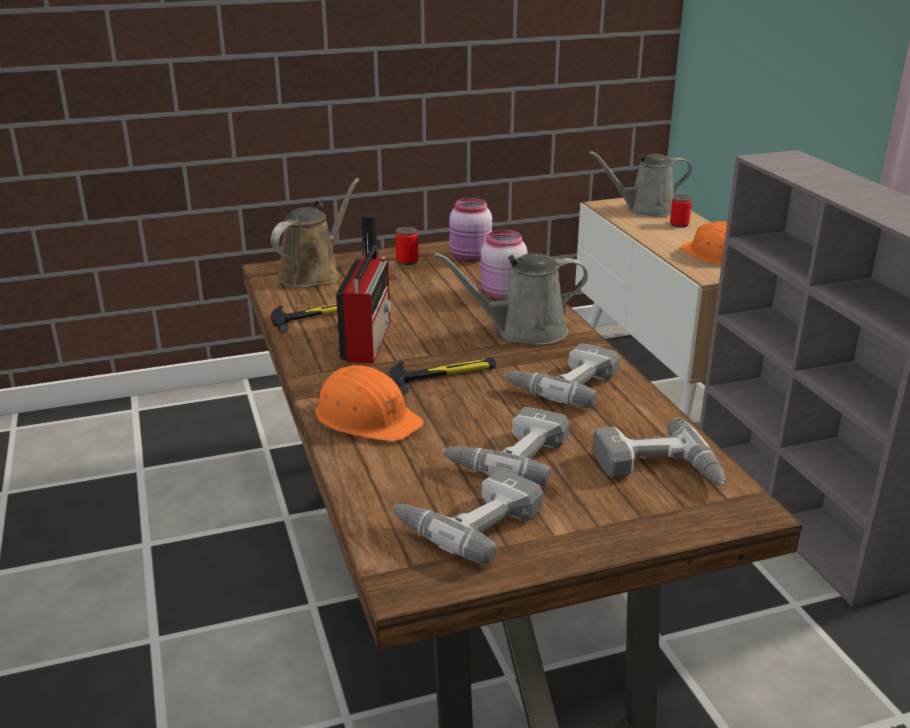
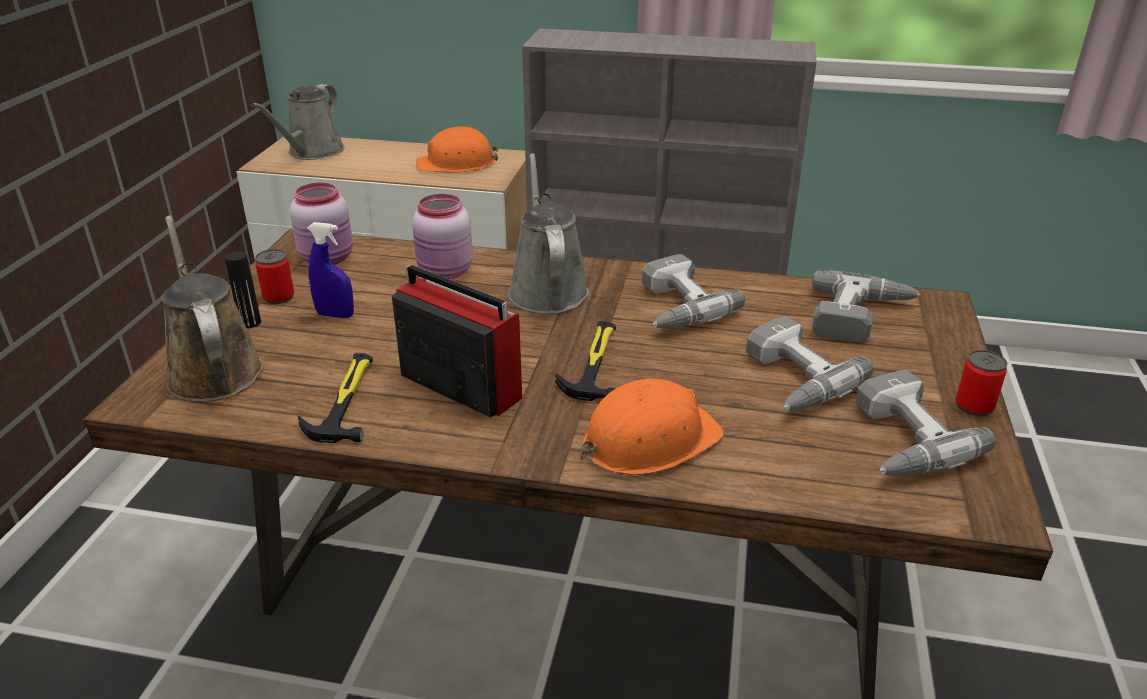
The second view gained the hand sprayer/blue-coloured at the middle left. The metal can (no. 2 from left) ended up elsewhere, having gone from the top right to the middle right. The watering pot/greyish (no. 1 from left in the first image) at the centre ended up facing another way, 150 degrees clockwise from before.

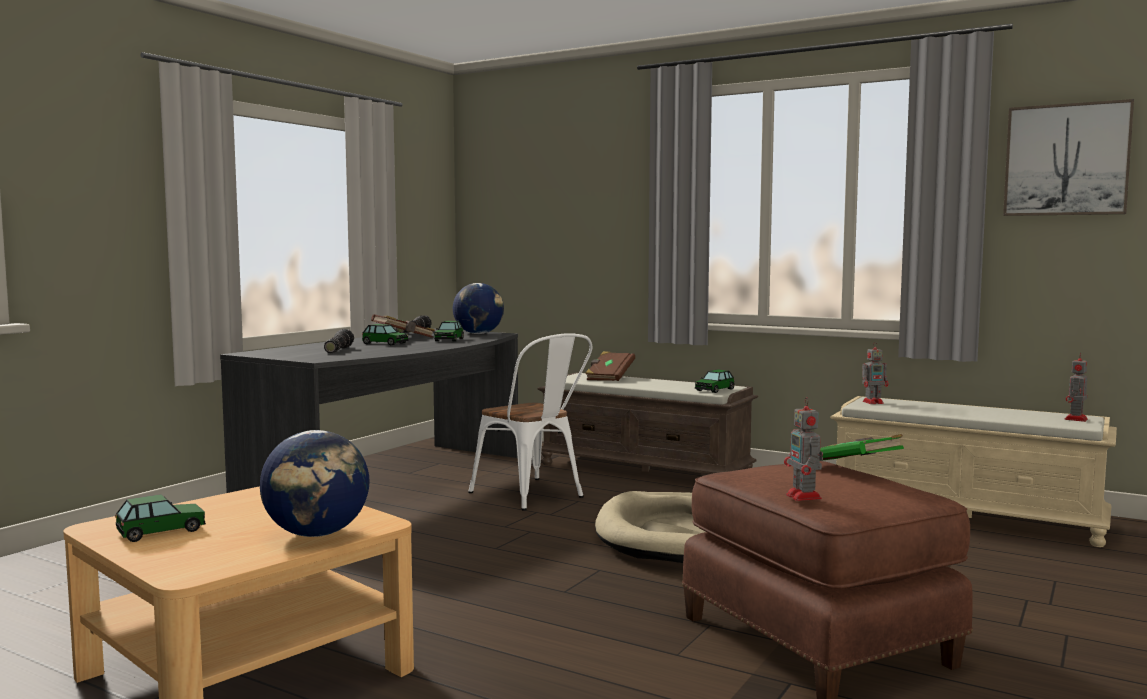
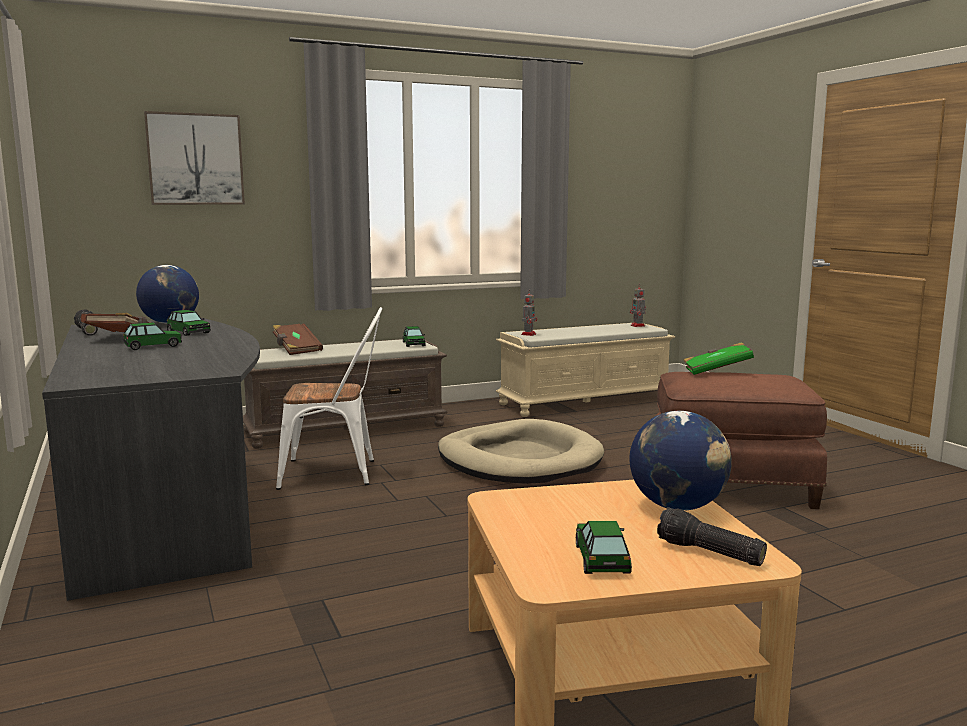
The second view lost the robot figure (no. 1 from left) at the middle right. The torch (no. 1 from left in the first image) ended up elsewhere, having gone from the middle left to the bottom right. The picture ended up elsewhere, having gone from the top right to the top left.

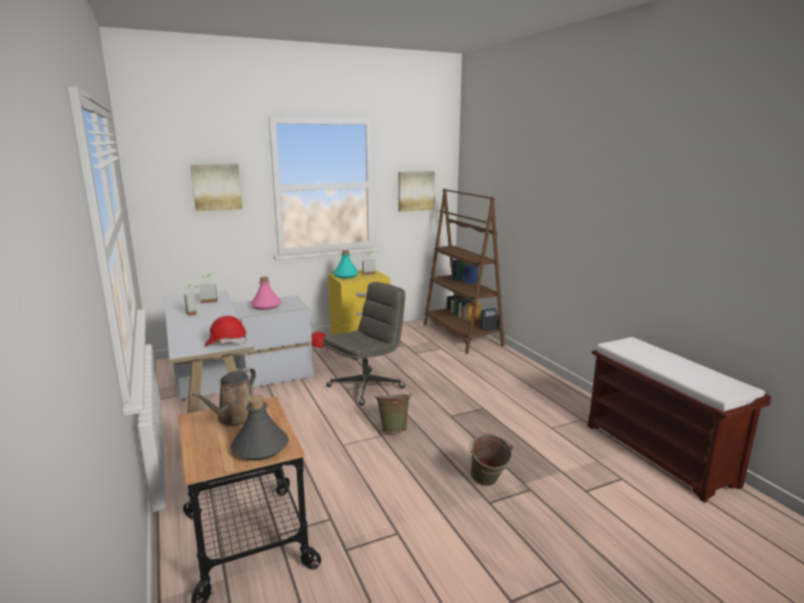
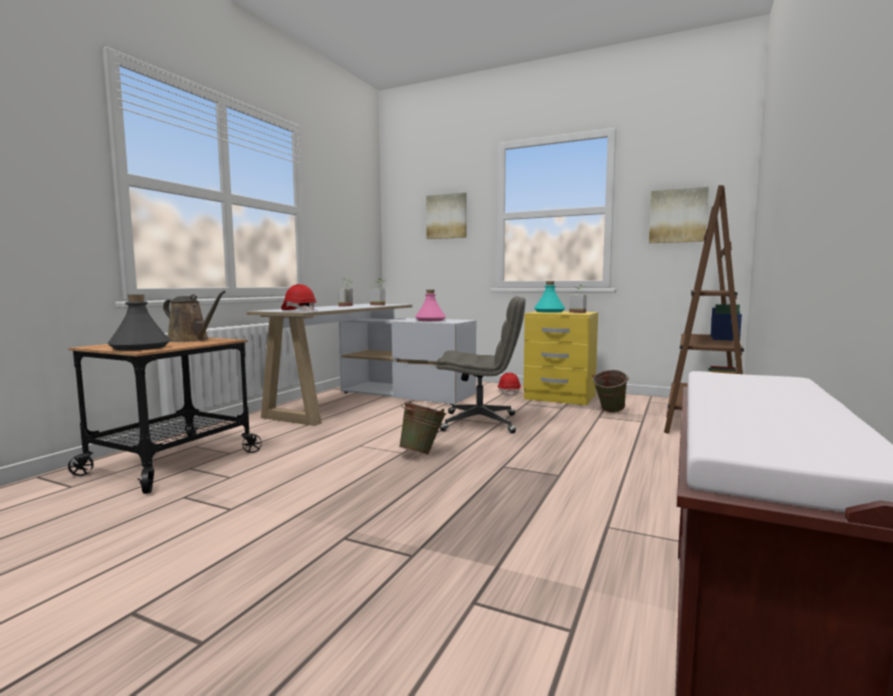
The pail/green-coloured (no. 2 from left) ended up elsewhere, having gone from the bottom centre to the middle right. The watering pot/brownish at the middle left ended up facing another way, 135 degrees counterclockwise from before.

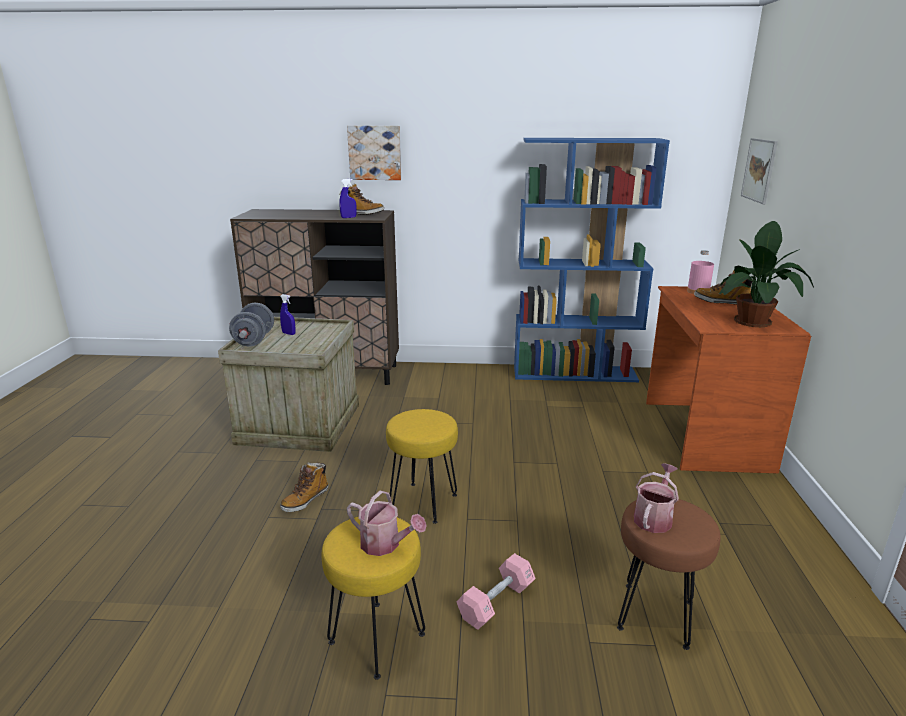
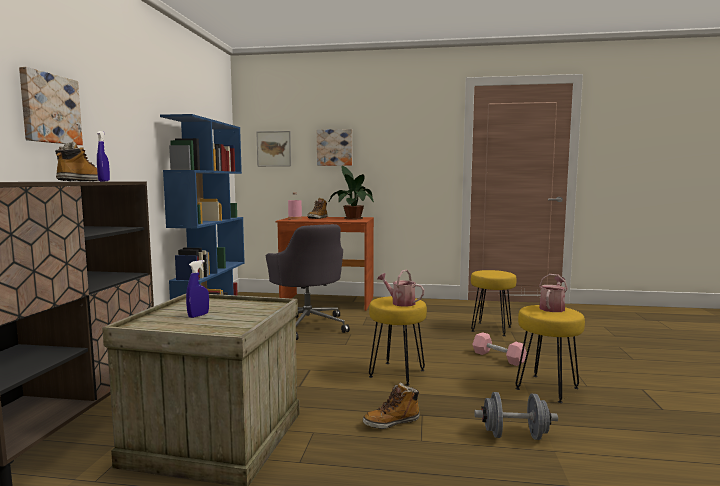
The second view gained the computer chair/greyish at the centre. The second view gained the picture (no. 3 from left) at the top centre. The free weight/greyish ended up elsewhere, having gone from the middle left to the bottom right. The watering pot (no. 2 from left in the first image) ended up elsewhere, having gone from the bottom right to the centre. What was the stool/brownish at the bottom right turned into the stool/yellow (no. 2 from left) at the middle right. The tall boot (no. 1 from left in the first image) at the bottom centre ended up facing another way, 120 degrees clockwise from before.

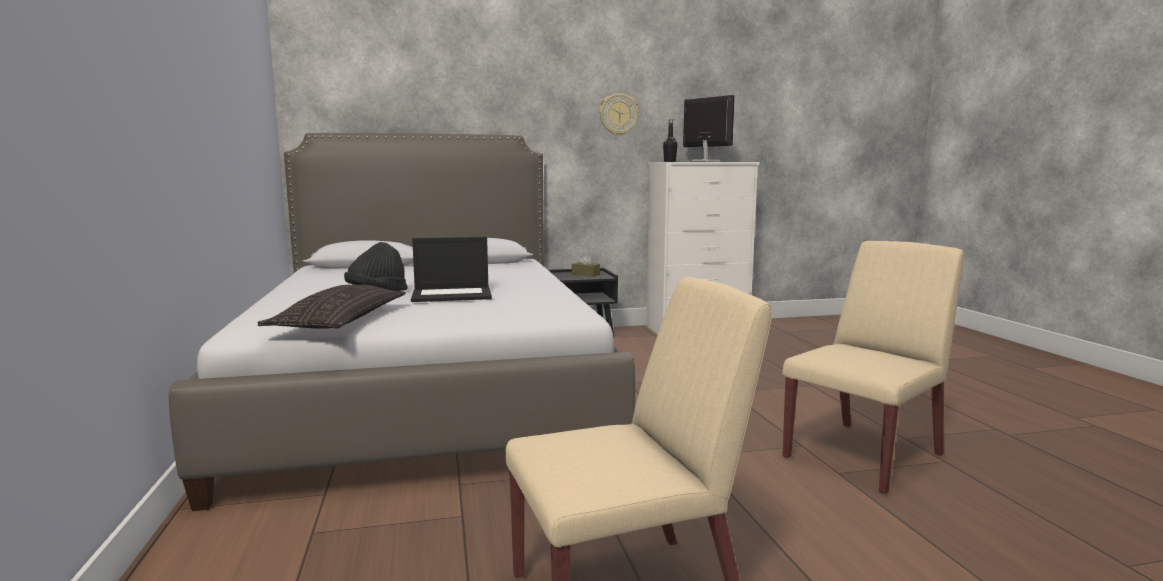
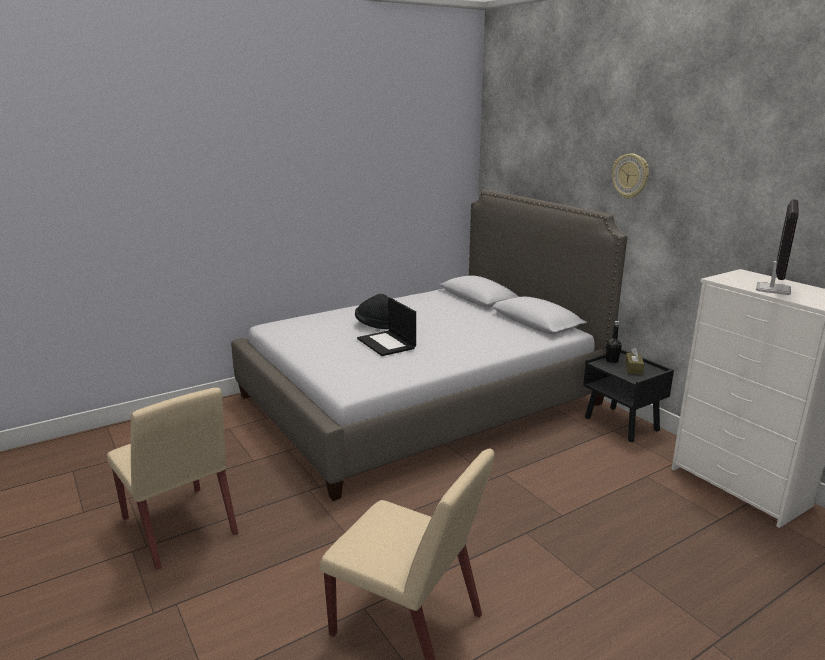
The second view lost the cushion at the middle left. The clock on the wall ended up elsewhere, having gone from the top centre to the top right. The drink bottle/black ended up elsewhere, having gone from the top centre to the middle right.

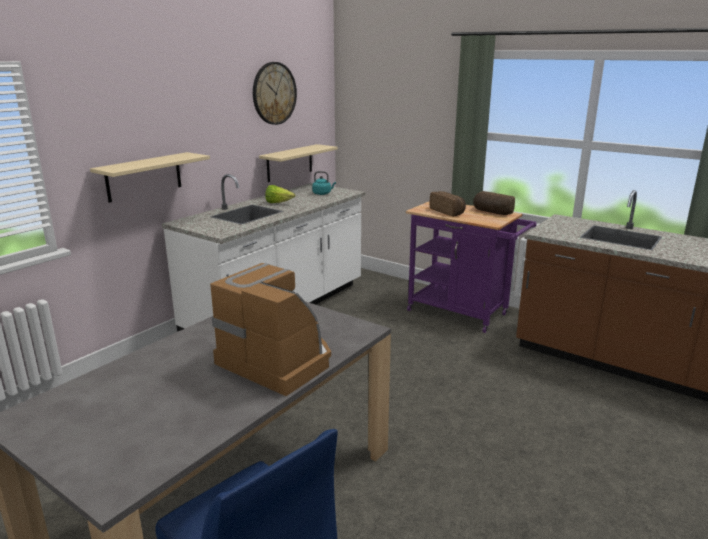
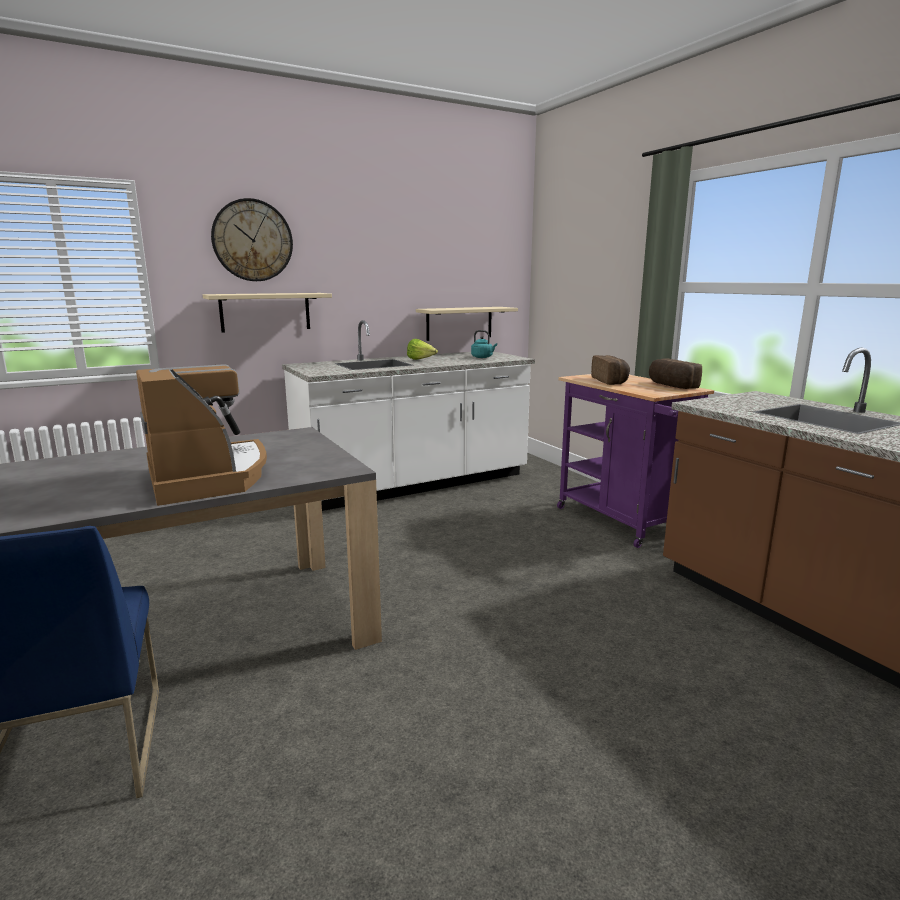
The clock on the wall ended up elsewhere, having gone from the top centre to the top left.

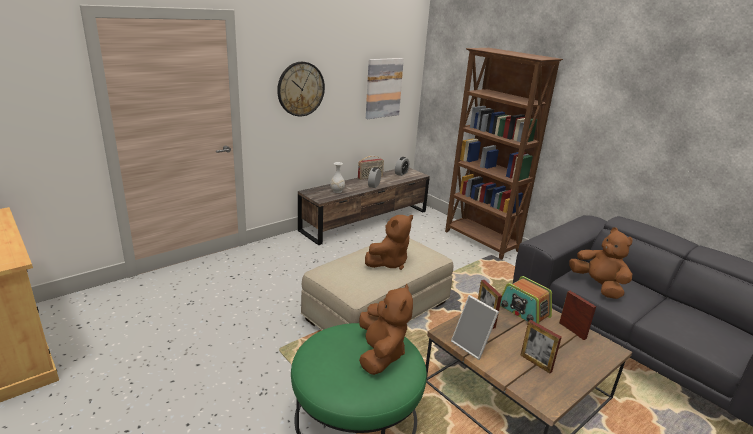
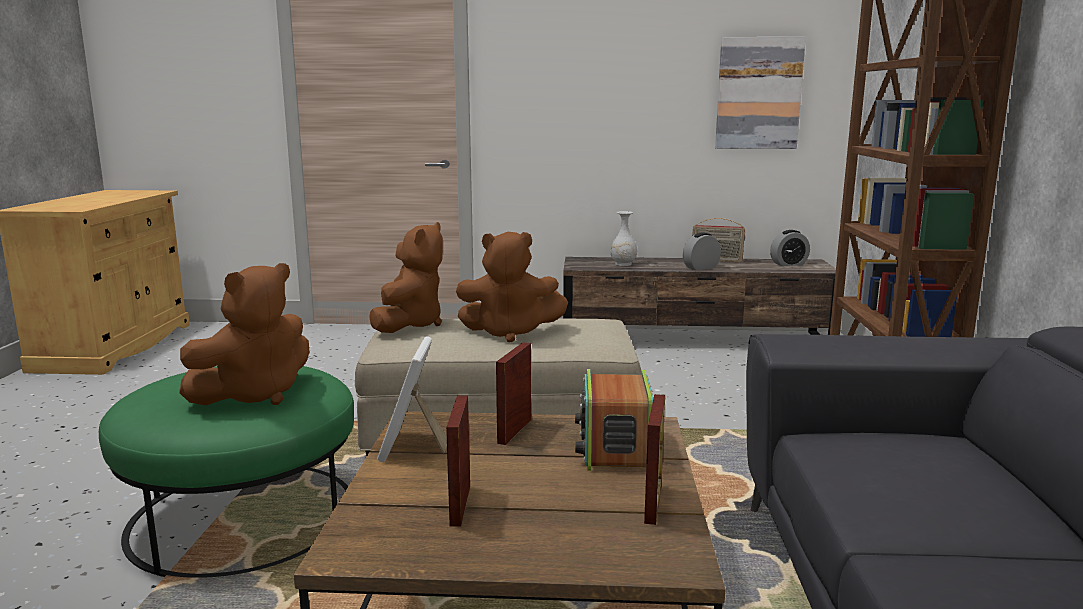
The second view lost the clock on the wall at the top centre. The plush toy/brownish (no. 3 from left in the first image) ended up elsewhere, having gone from the middle right to the centre.

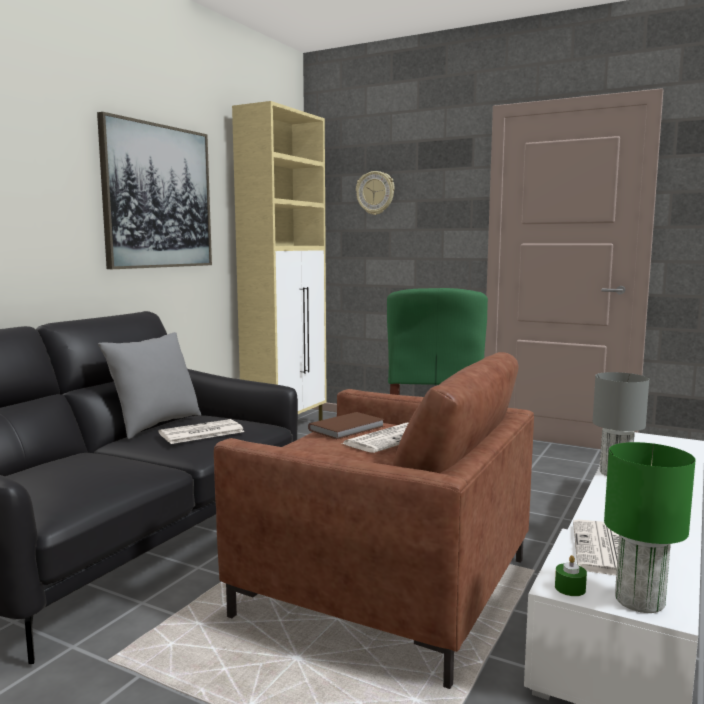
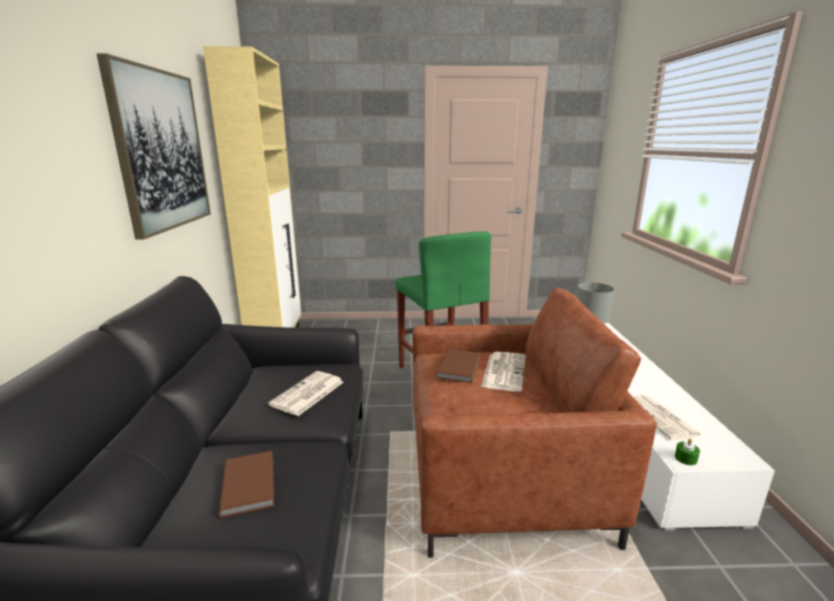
The second view lost the cushion/greyish at the middle left. The second view lost the clock on the wall at the top centre. The second view lost the table lamp/green-coloured at the bottom right. The second view gained the bound book/brownish (no. 1 from left) at the bottom left.

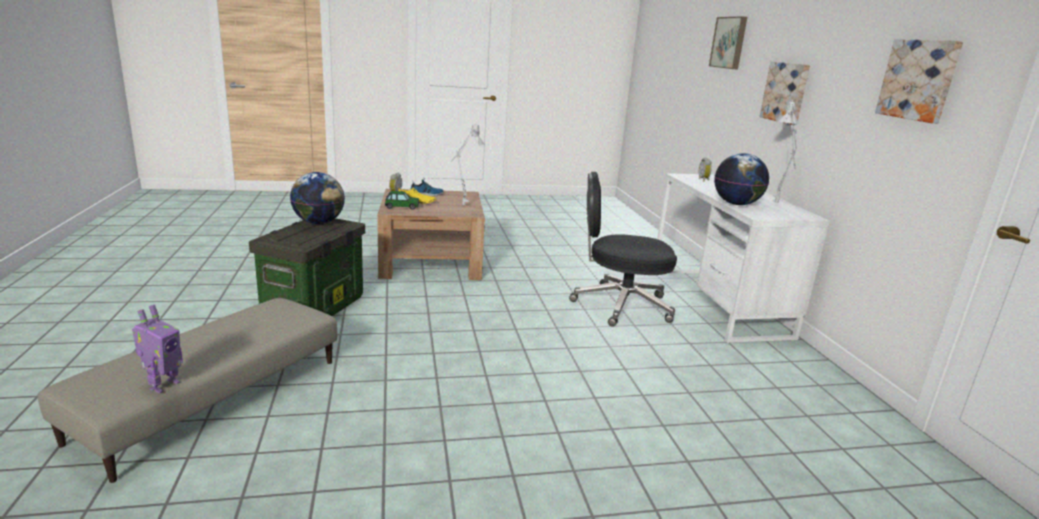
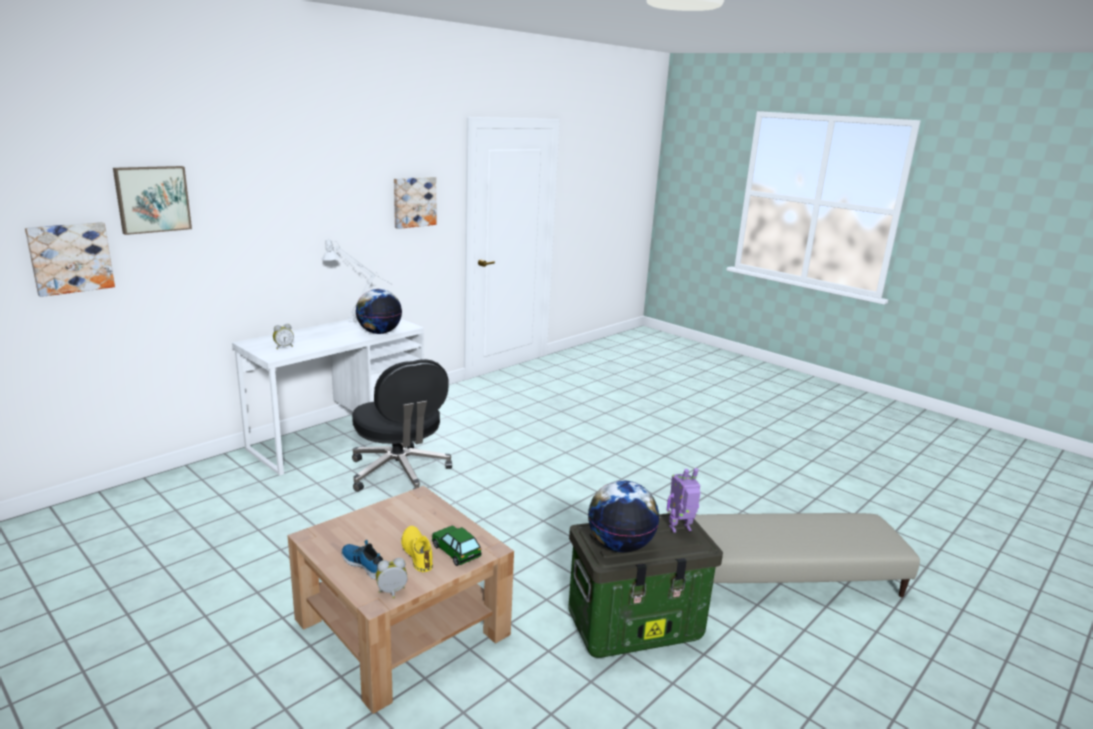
The second view lost the table lamp/greyish (no. 1 from left) at the top centre. The robot figure ended up elsewhere, having gone from the bottom left to the bottom centre. The picture (no. 2 from left in the first image) ended up elsewhere, having gone from the top right to the middle left.

